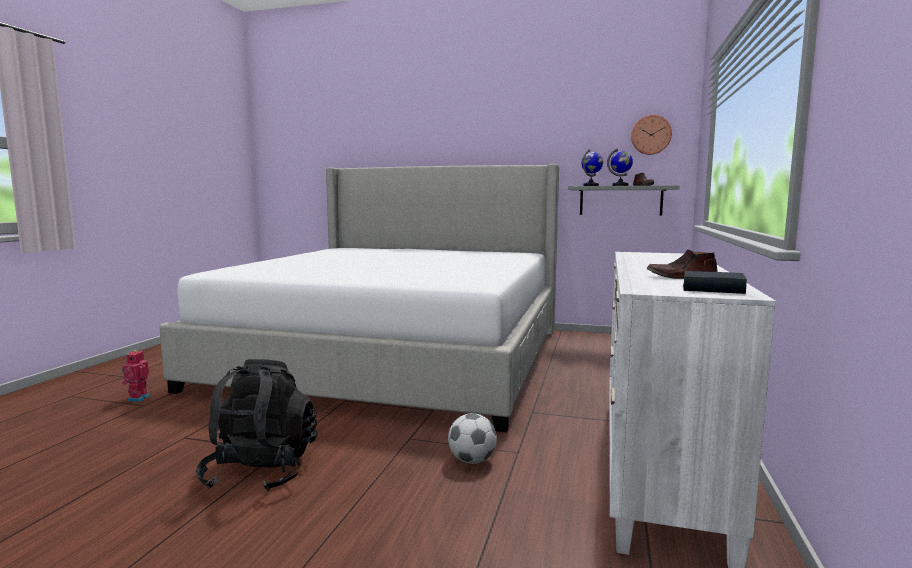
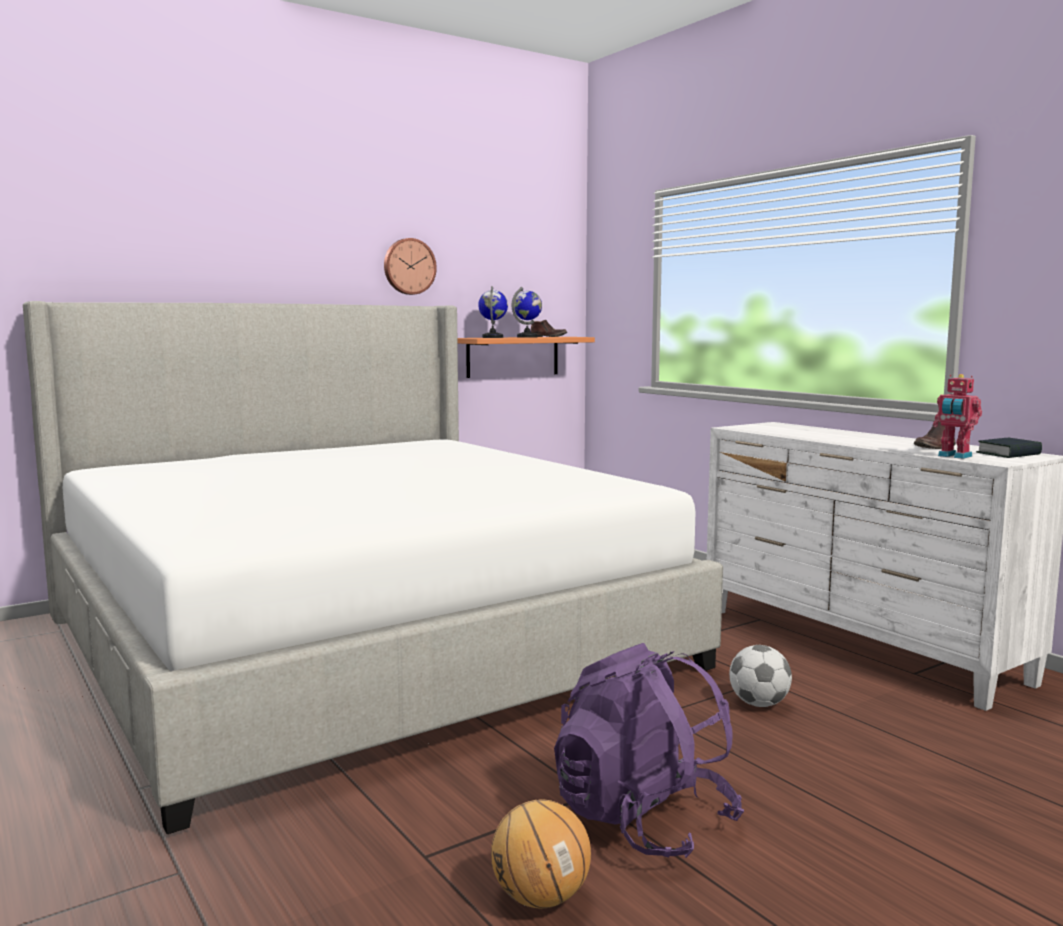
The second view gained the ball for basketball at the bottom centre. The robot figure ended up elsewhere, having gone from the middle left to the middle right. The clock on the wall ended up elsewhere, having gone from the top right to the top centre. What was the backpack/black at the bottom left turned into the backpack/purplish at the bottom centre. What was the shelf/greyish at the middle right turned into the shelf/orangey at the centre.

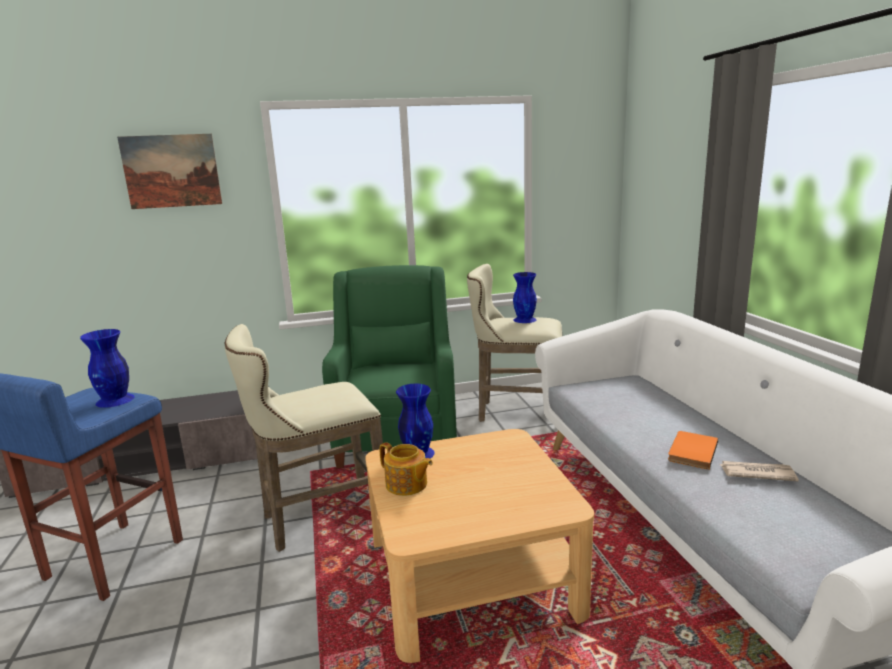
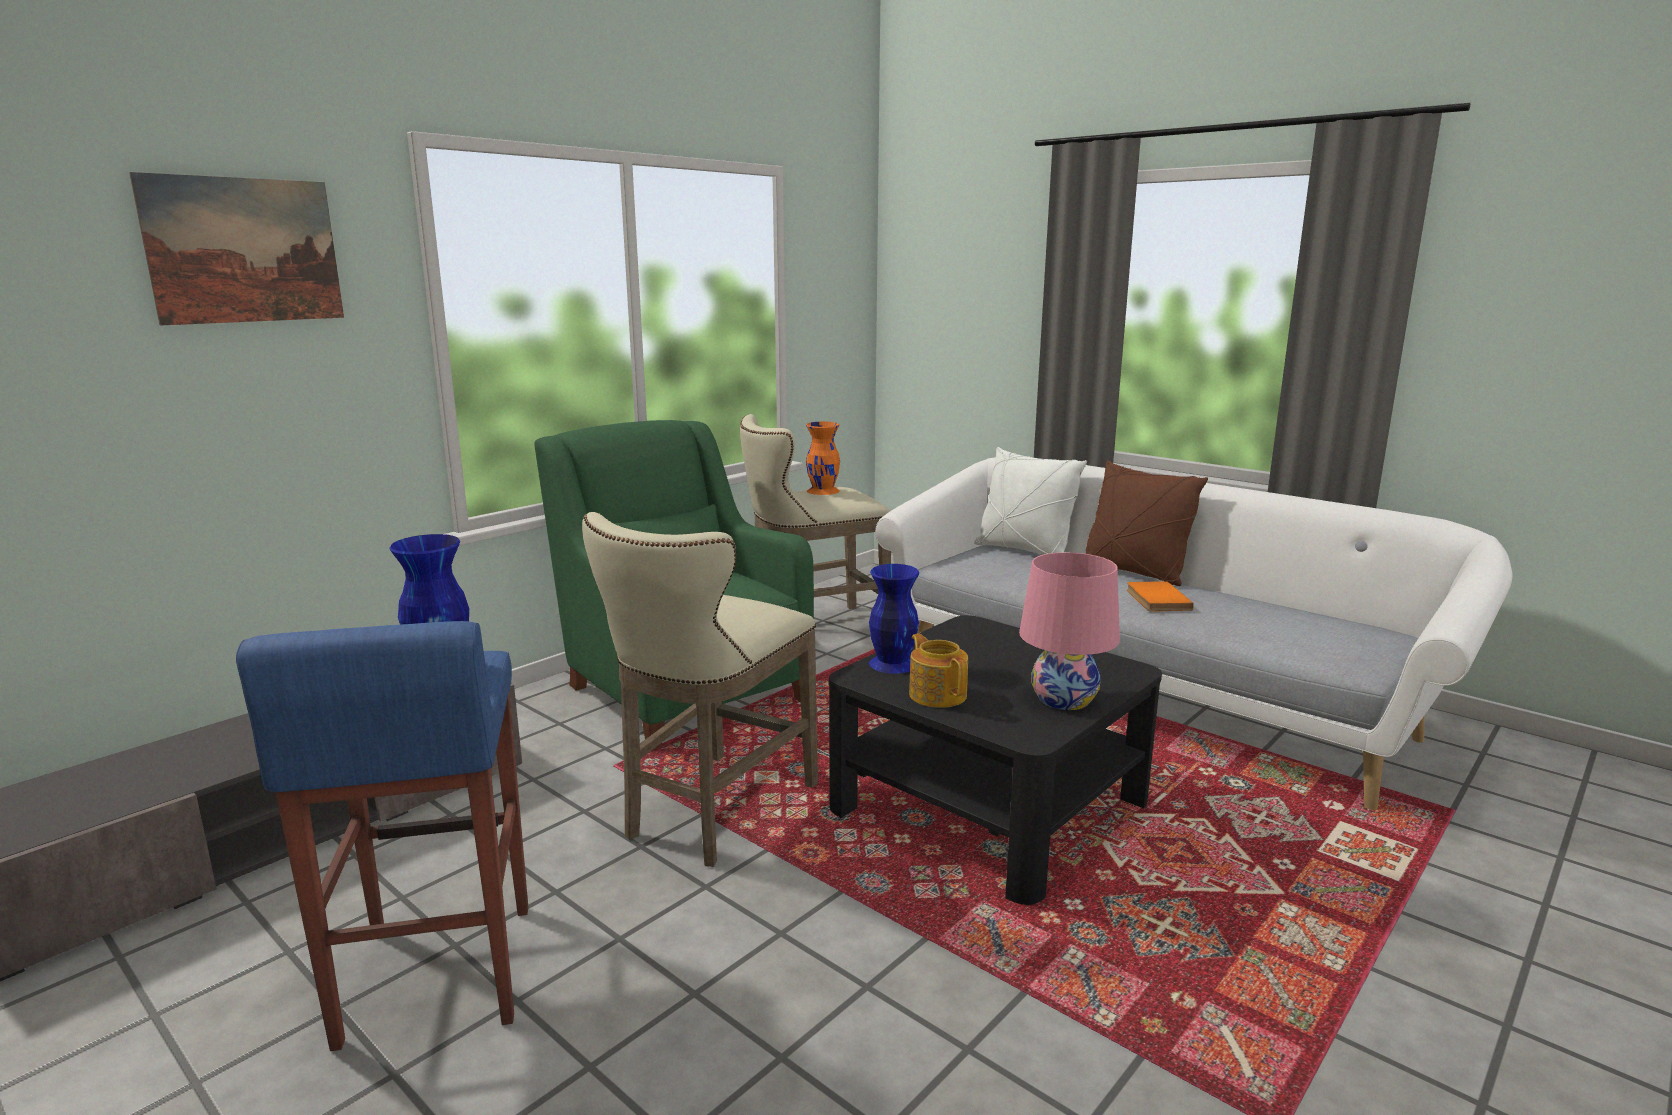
The second view lost the printed paper at the bottom right. The second view gained the cushion/white-coloured at the centre. The second view gained the table lamp/pink-coloured at the centre. The second view gained the cushion/brownish at the middle right. What was the low table/sand-coloured at the bottom centre turned into the low table/black at the bottom centre. What was the decorative vase/blue-coloured (no. 3 from left) at the centre turned into the decorative vase/orangey at the centre. The tea pot at the bottom centre ended up facing another way, 120 degrees counterclockwise from before.

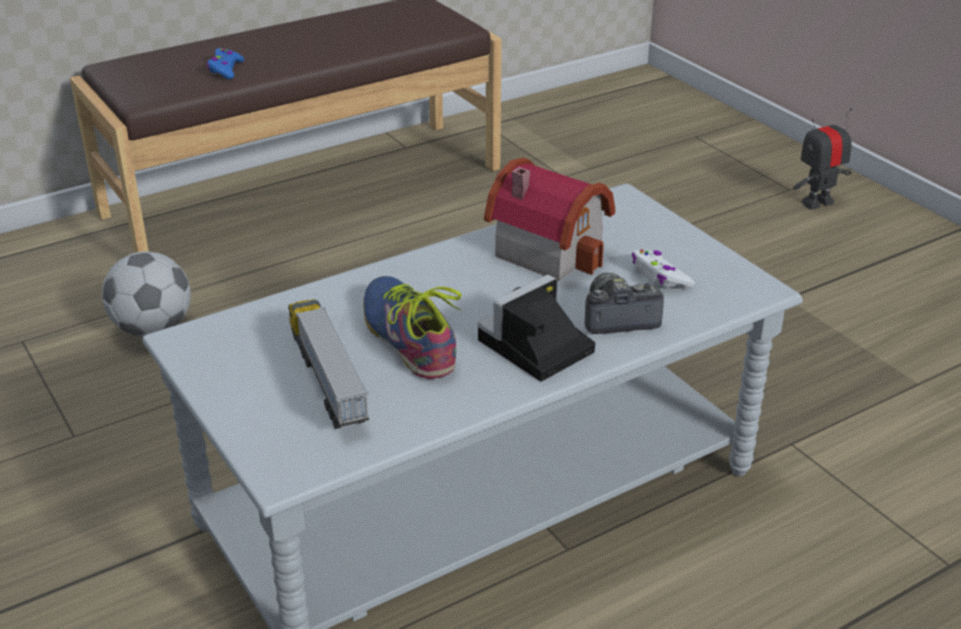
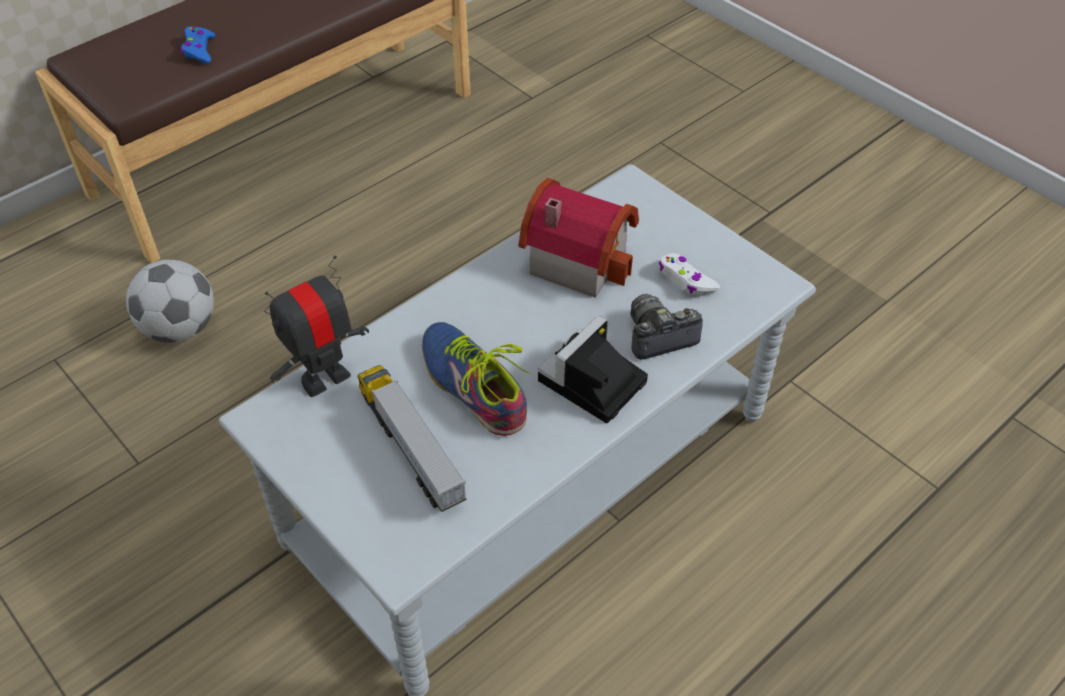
The robot figure ended up elsewhere, having gone from the top right to the middle left.

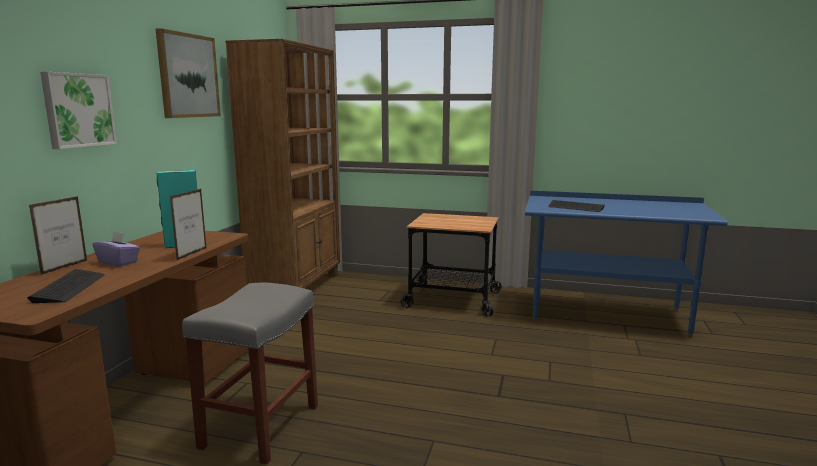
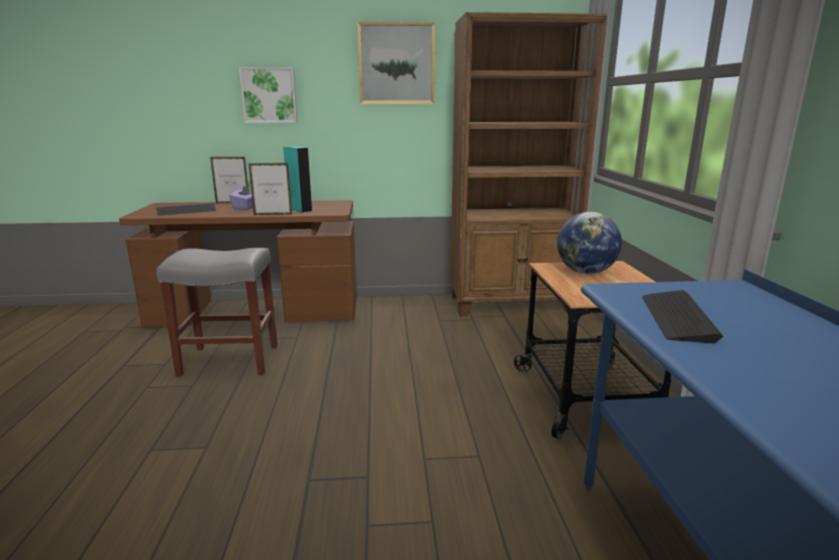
The second view gained the world globe at the middle right.

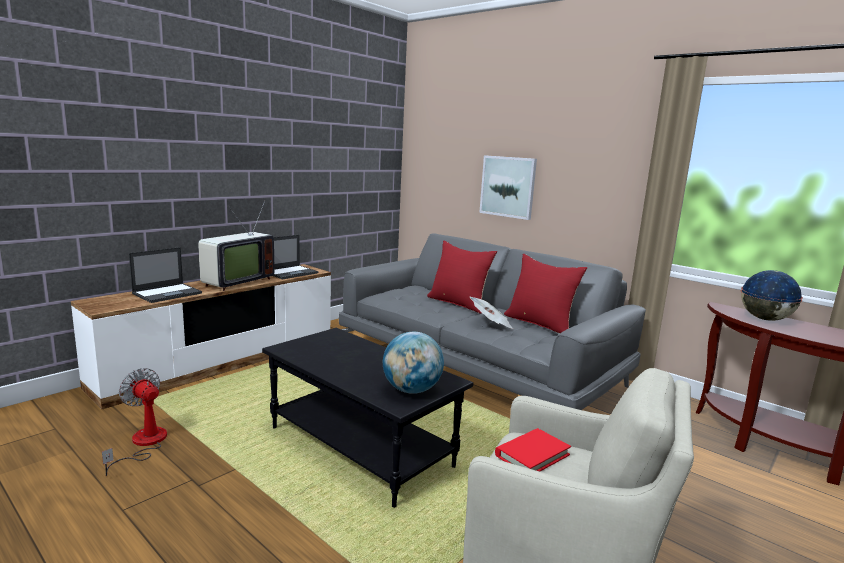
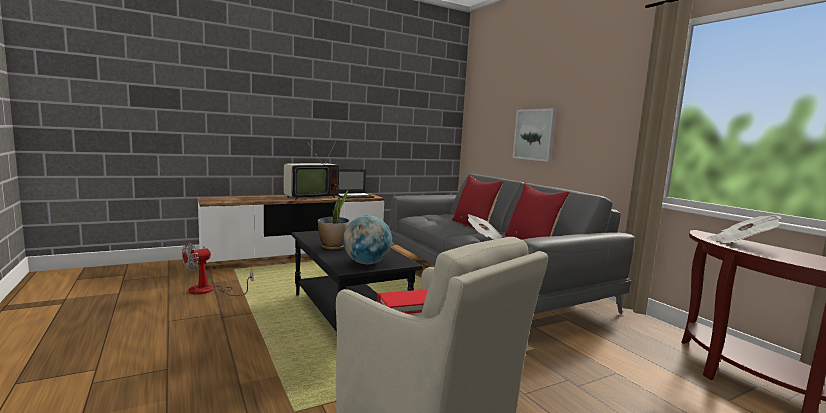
The second view lost the notebook computer (no. 1 from left) at the middle left. The second view gained the plant in a pot at the centre. Where the world globe (no. 2 from left) stood at the middle right, the printed paper (no. 2 from left) came to stand at the middle right. The fan at the bottom left ended up facing another way, 105 degrees counterclockwise from before.

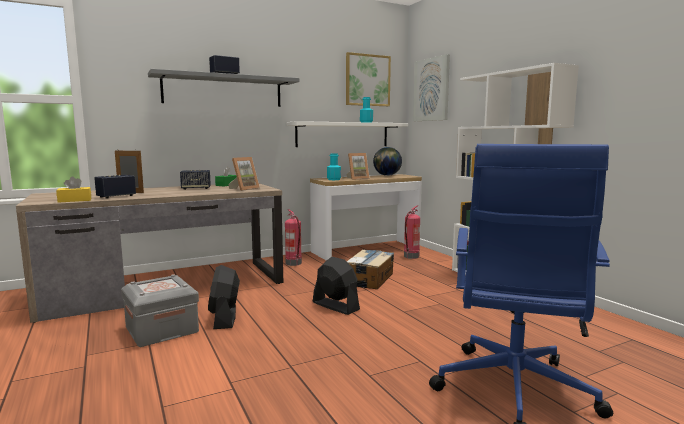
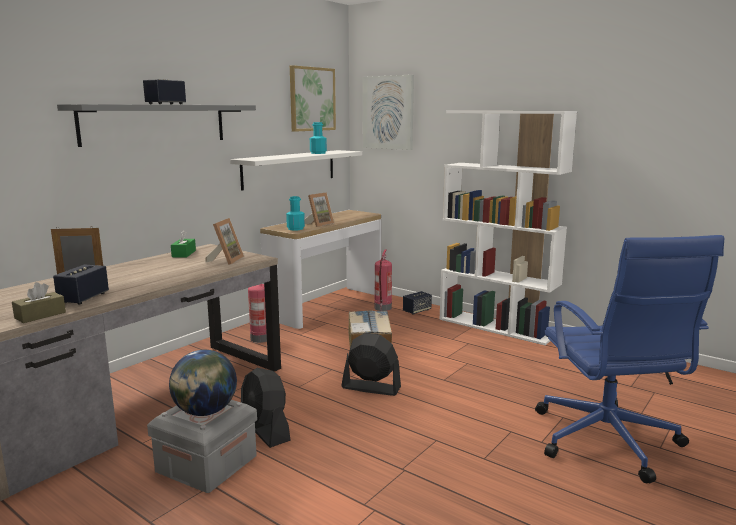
The loudspeaker (no. 2 from left in the first image) ended up elsewhere, having gone from the middle left to the centre. The world globe ended up elsewhere, having gone from the centre to the bottom left. What was the tissue box/yellow at the middle left turned into the tissue box/brownish at the middle left.

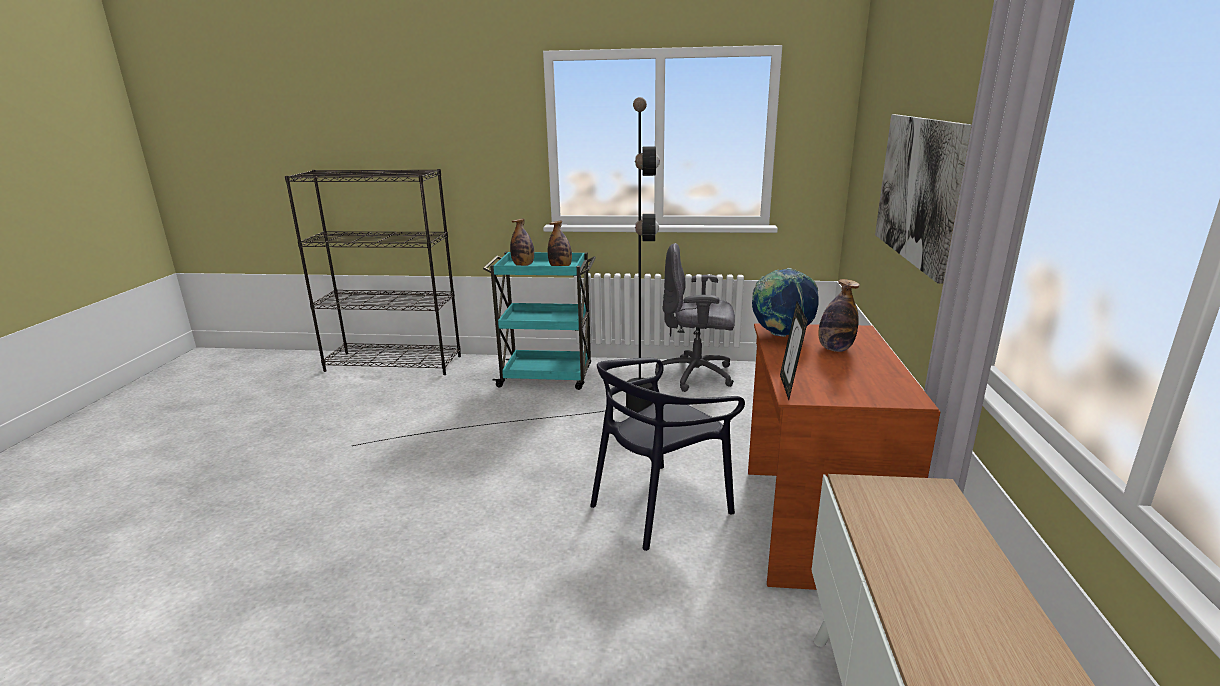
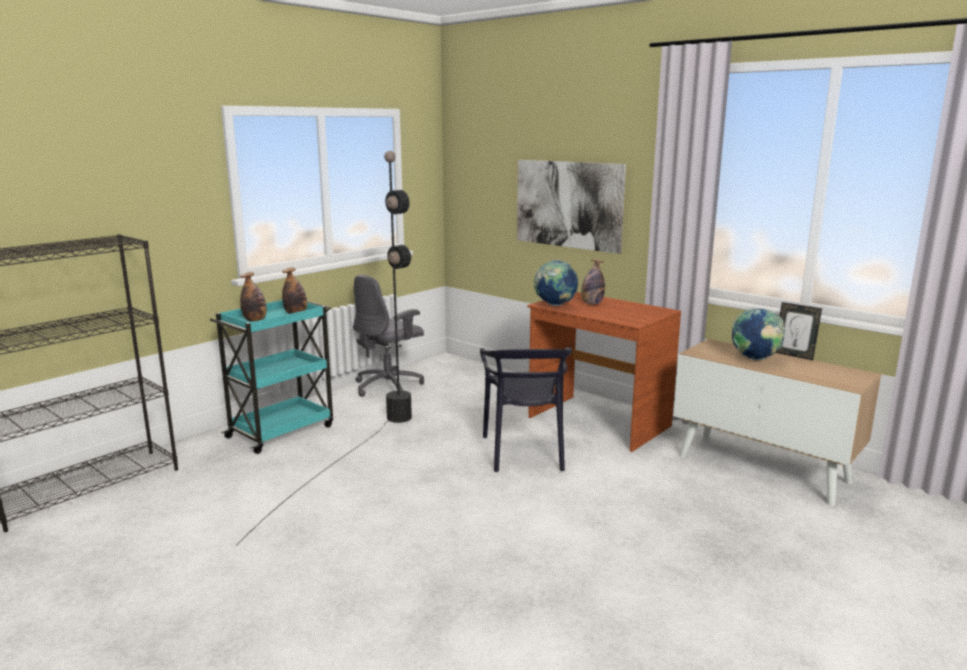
The second view gained the world globe (no. 2 from left) at the middle right. The photo frame ended up elsewhere, having gone from the centre to the middle right.

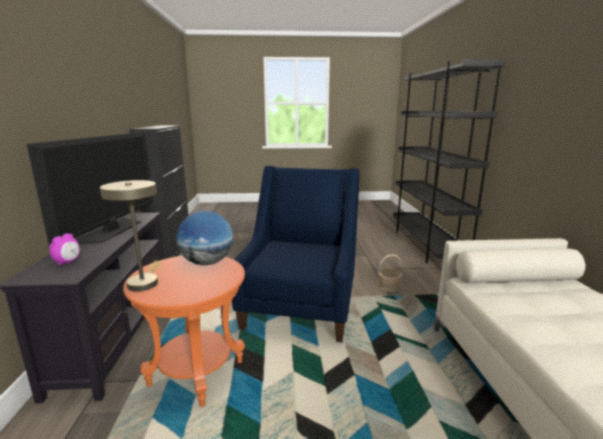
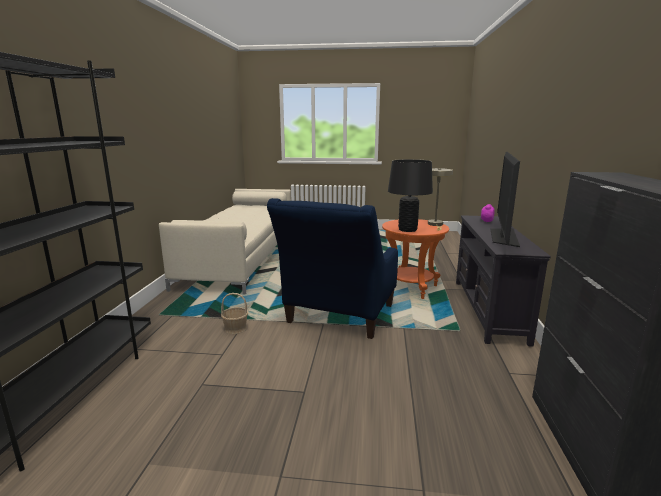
Where the world globe stood at the centre, the table lamp/black came to stand at the centre.

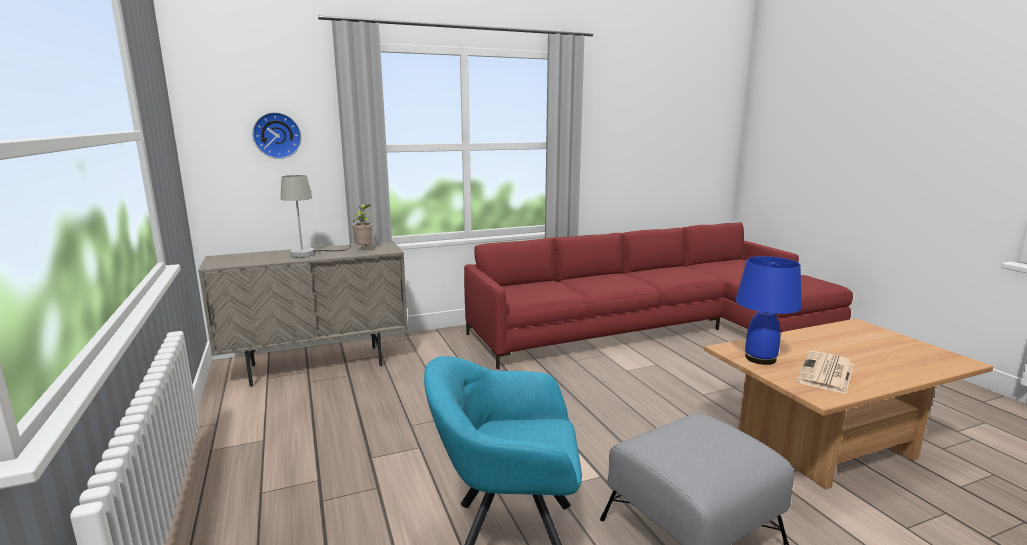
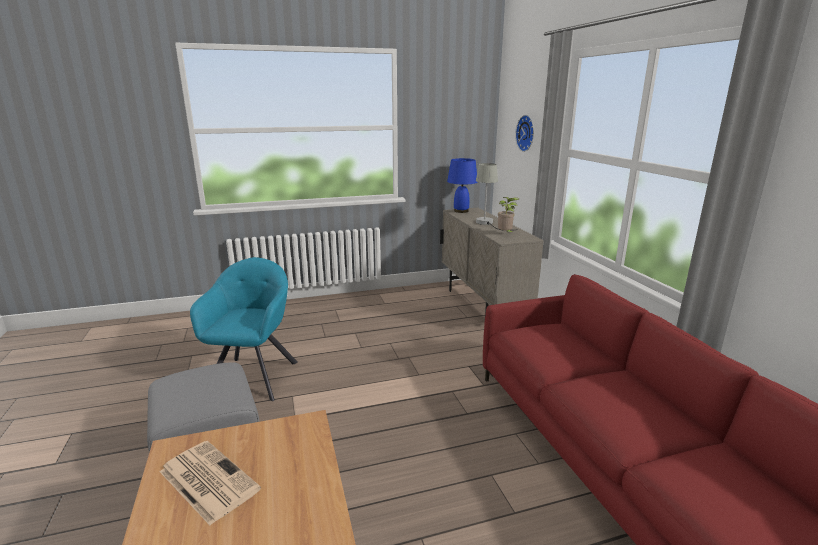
The table lamp/blue-coloured ended up elsewhere, having gone from the middle right to the centre.

